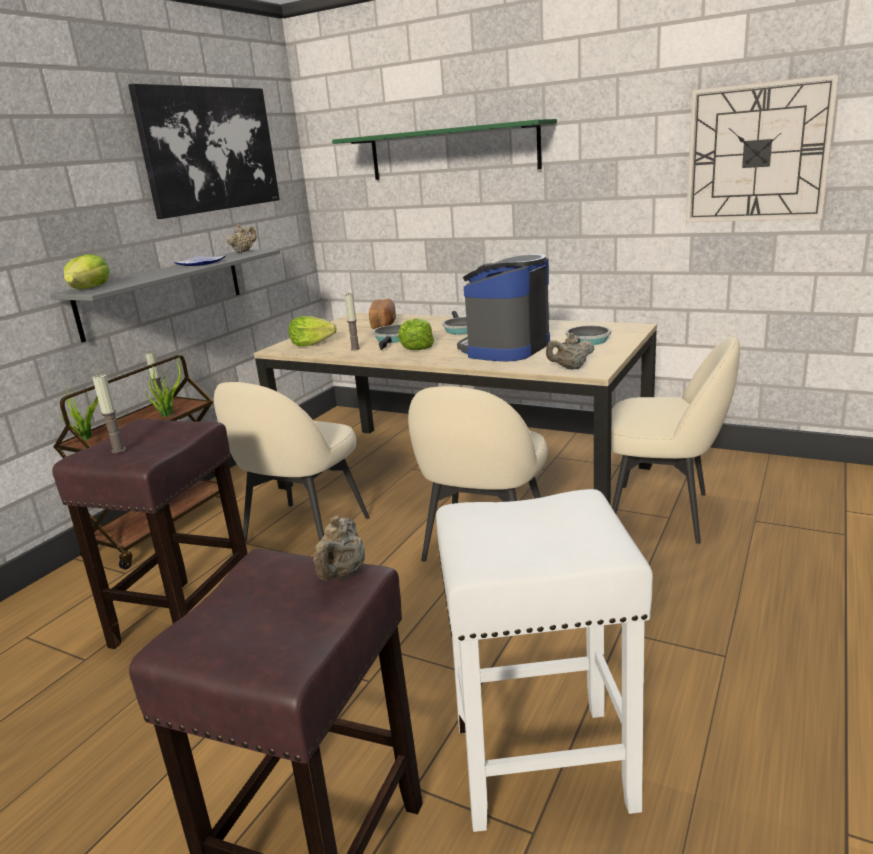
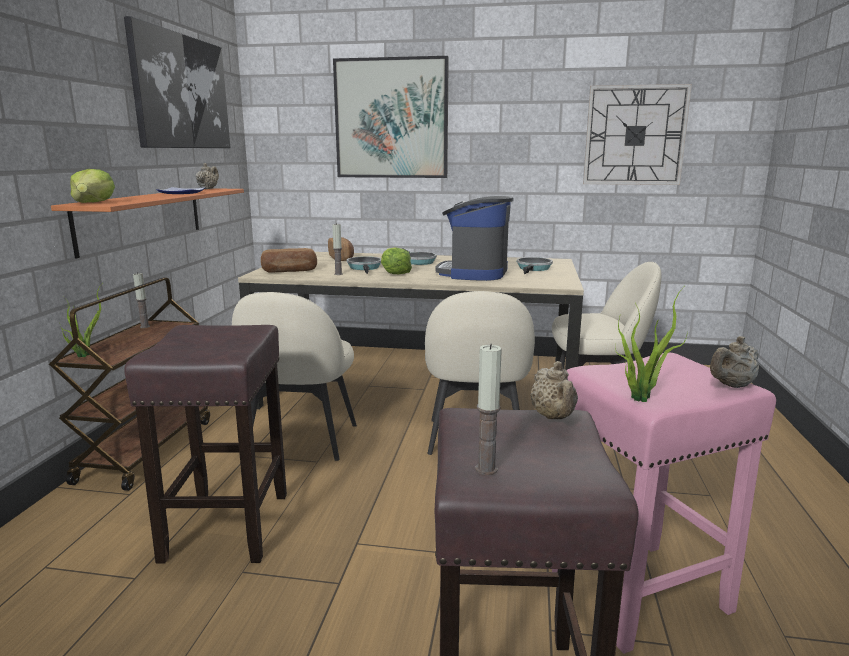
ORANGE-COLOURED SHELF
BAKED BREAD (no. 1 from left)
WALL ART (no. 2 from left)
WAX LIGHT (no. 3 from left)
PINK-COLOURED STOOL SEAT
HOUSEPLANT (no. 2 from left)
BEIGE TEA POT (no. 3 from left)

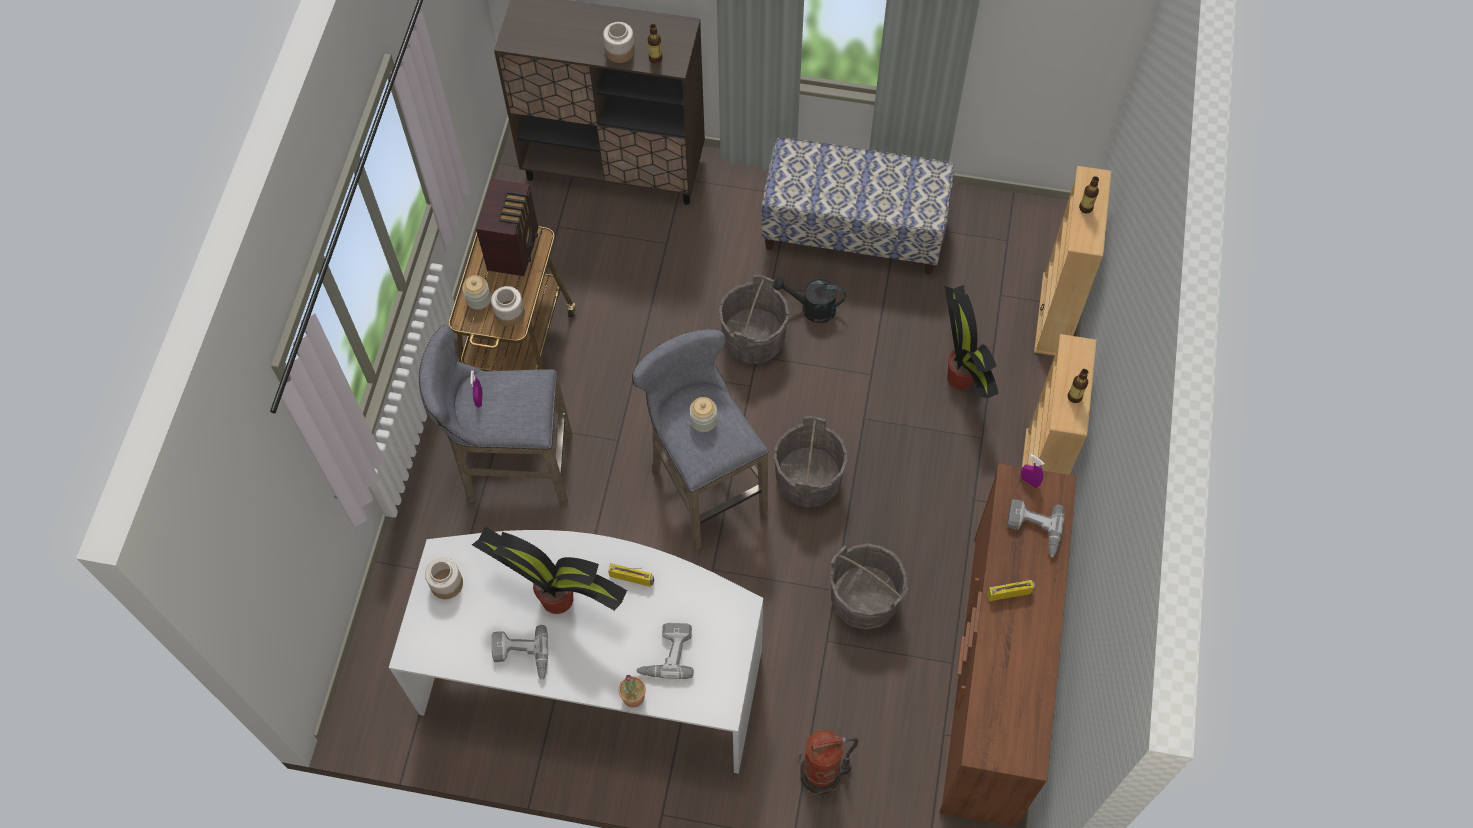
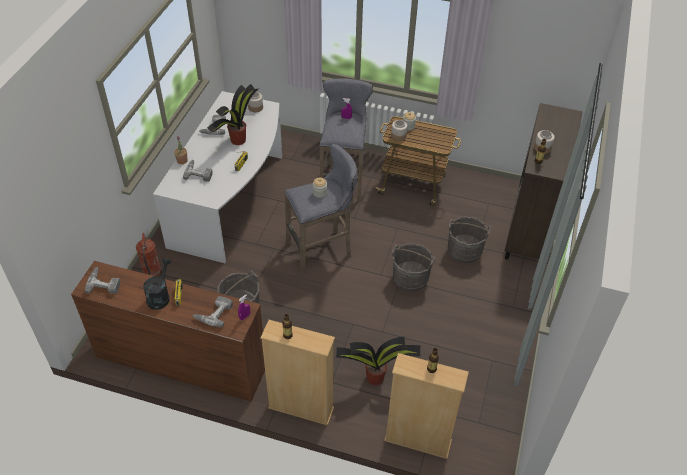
POWER DRILL (no. 1 from left)
BLACKISH SPRINKLING CAN
GREY PAIL (no. 3 from left)
RADIO (no. 1 from left in the first image)
INDOOR BENCH

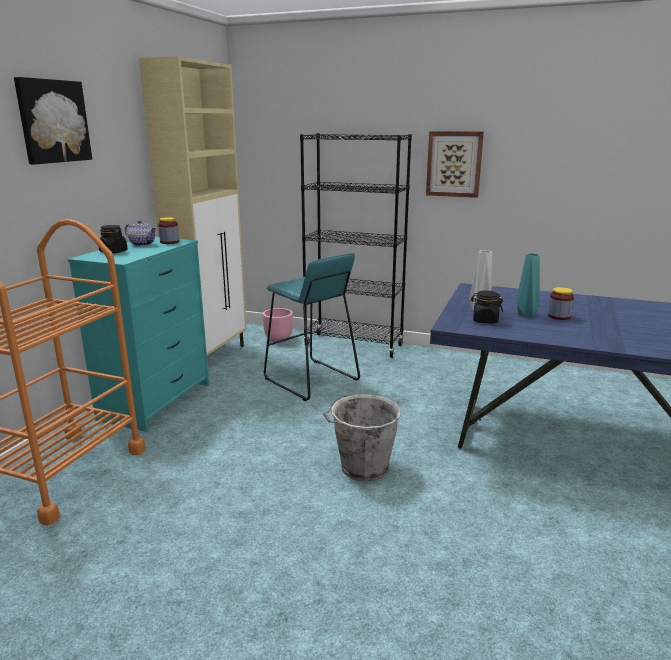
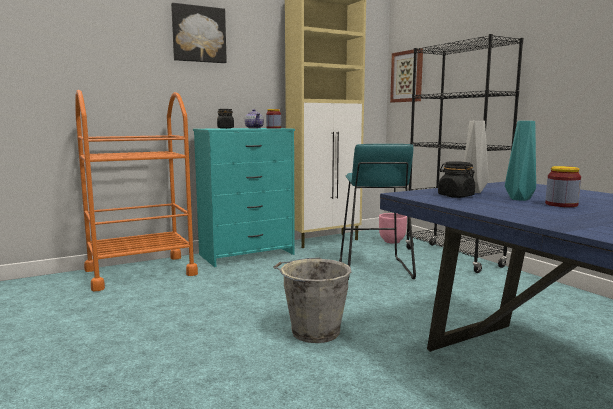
WALL ART (no. 2 from left)

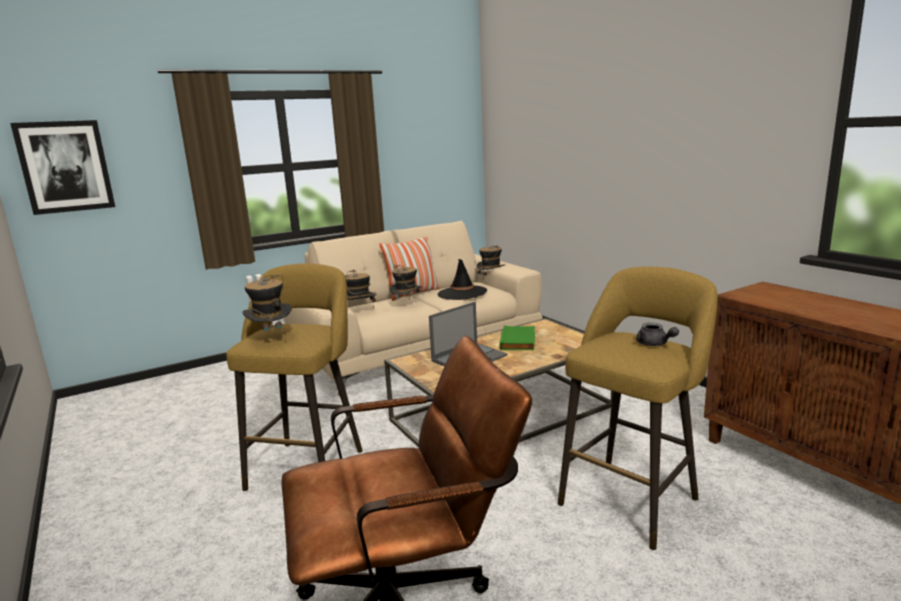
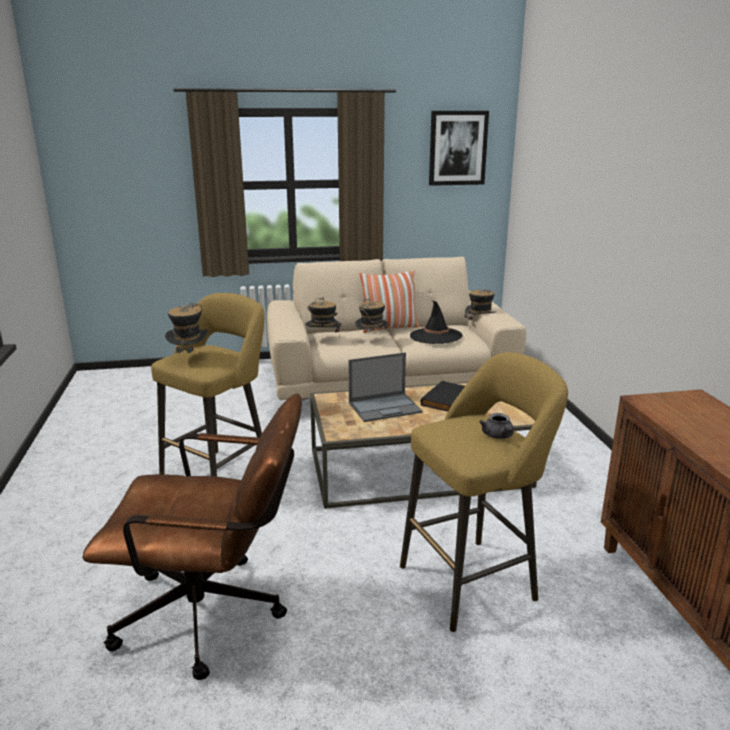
BLACKISH BOOK
WALL ART

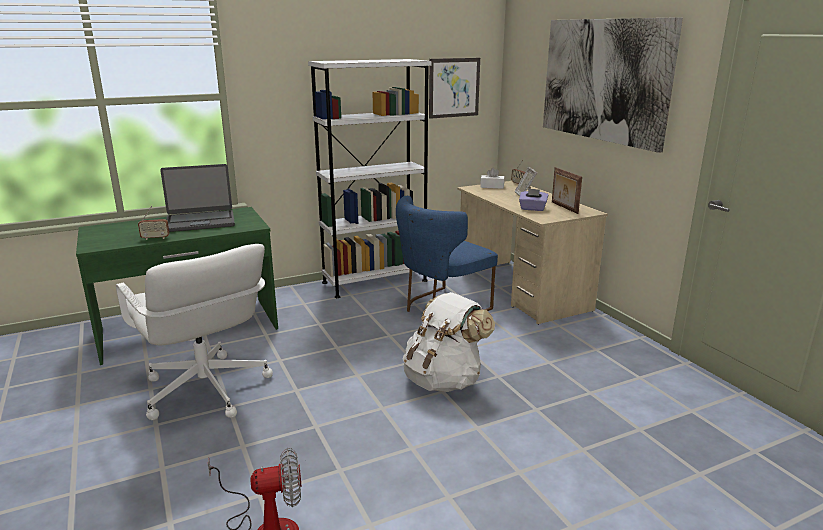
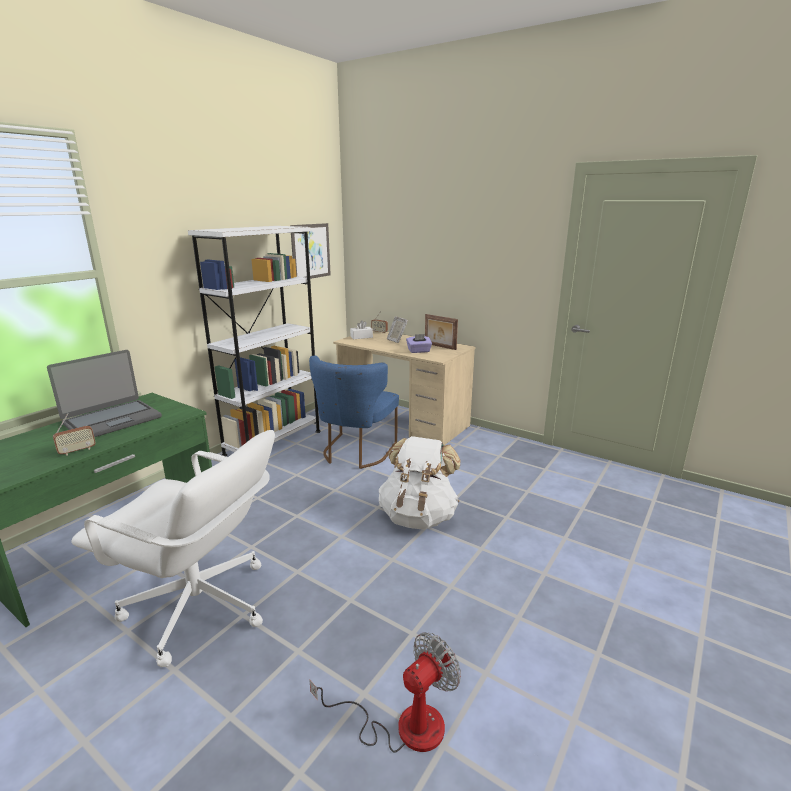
WALL ART (no. 2 from left in the first image)

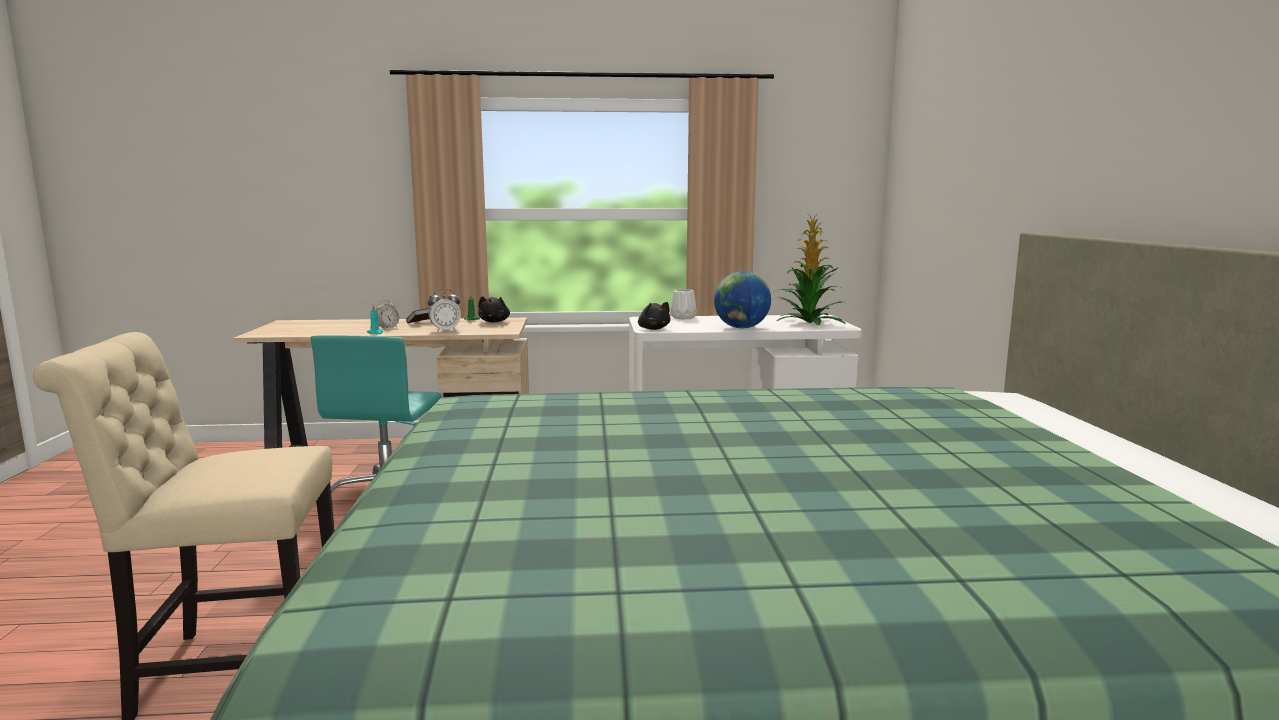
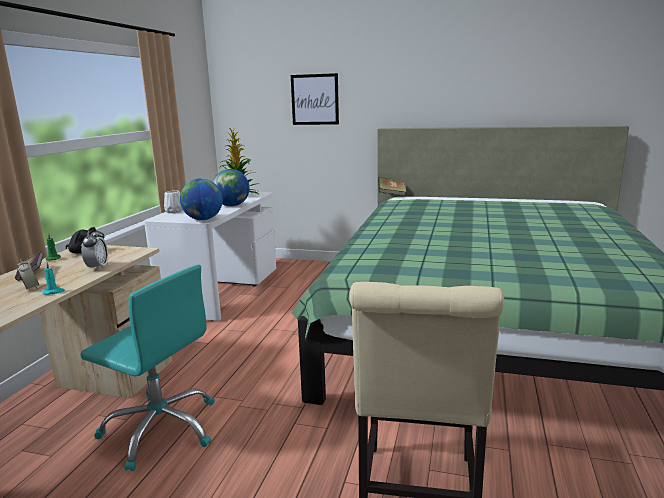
GLOBE (no. 1 from left)
WALL ART
BOOK (no. 2 from left)

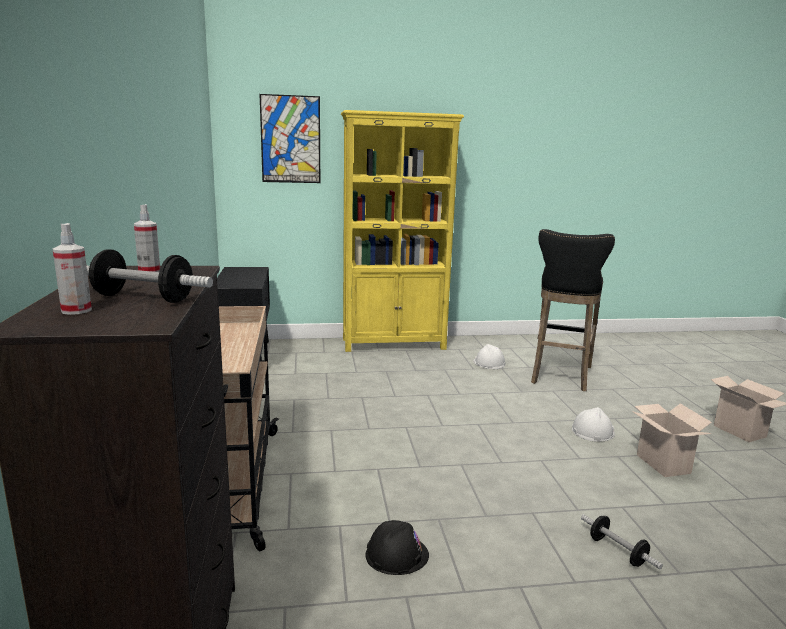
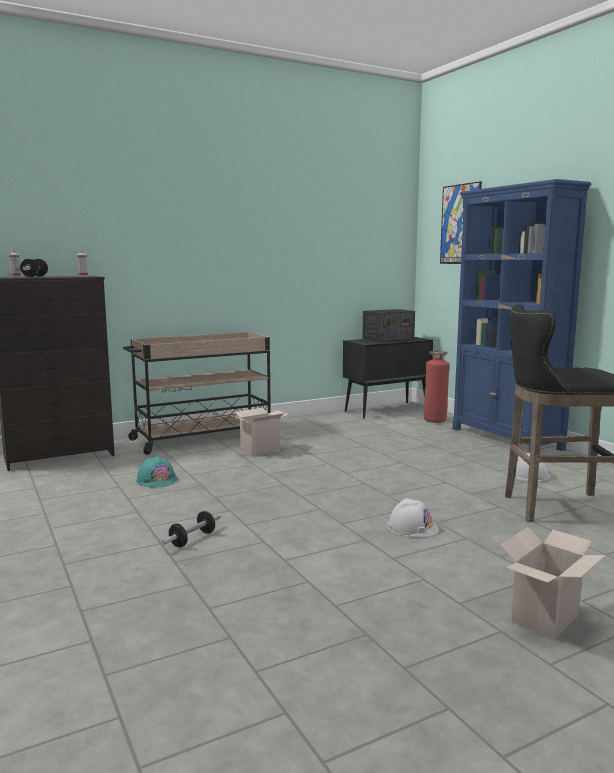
TURQUOISE-COLOURED SAFETY HELMET
PACKING BOX (no. 1 from left)
RADIO
FIRE-FIGHTING CYLINDER
BLUE-COLOURED BOOKSHELF

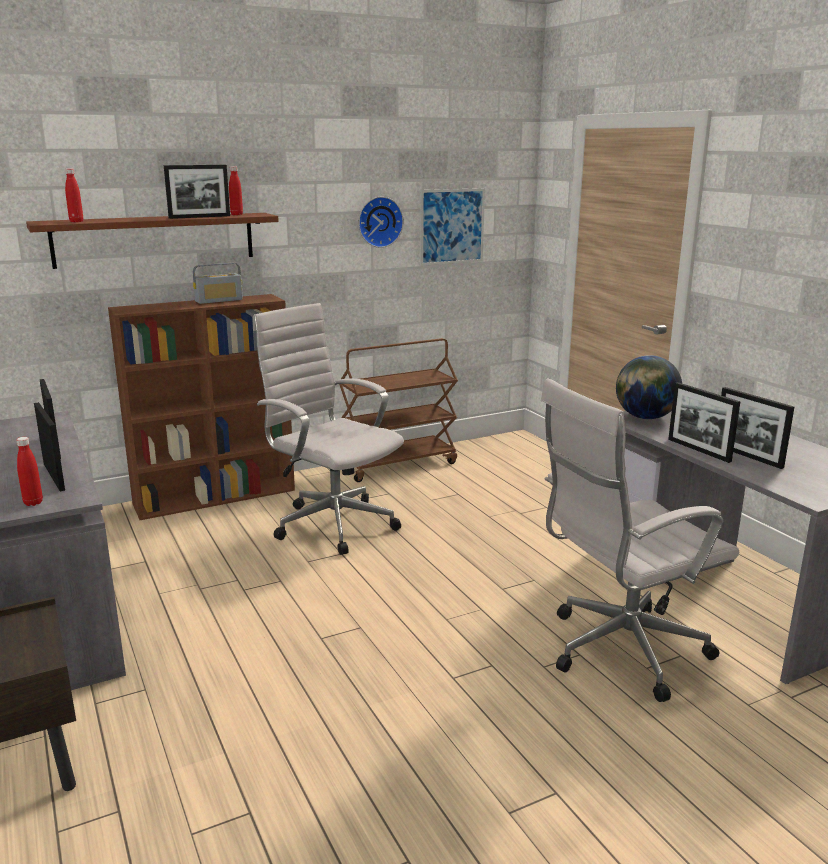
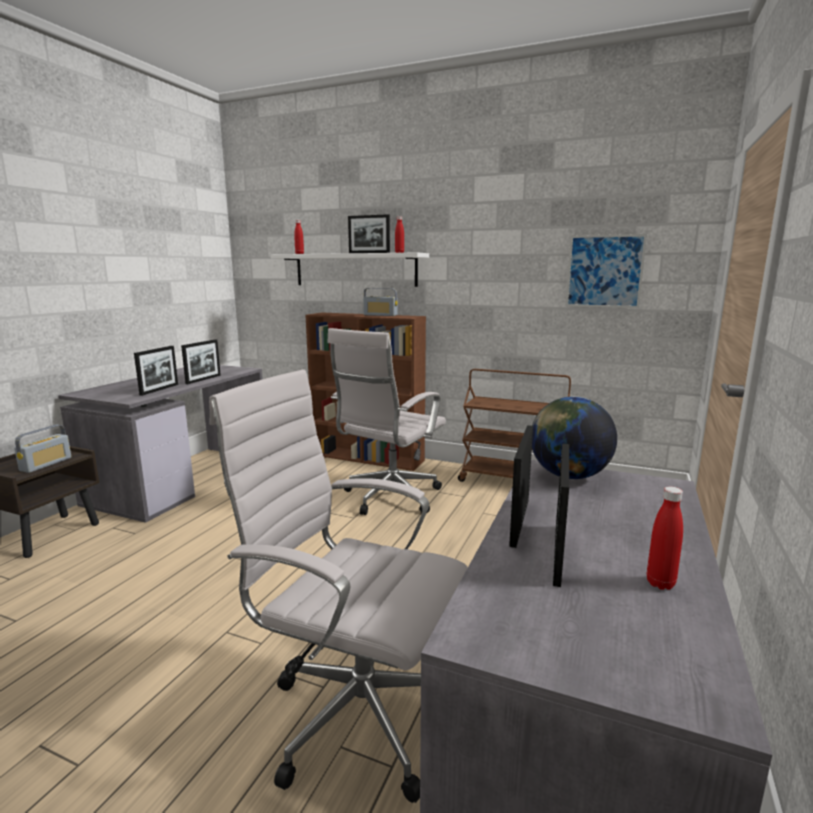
RADIO (no. 1 from left)
WHITISH SHELF
WHITISH COMPUTER CHAIR (no. 2 from left)
RED-COLOURED BOTTLE (no. 3 from left)
WALL CLOCK

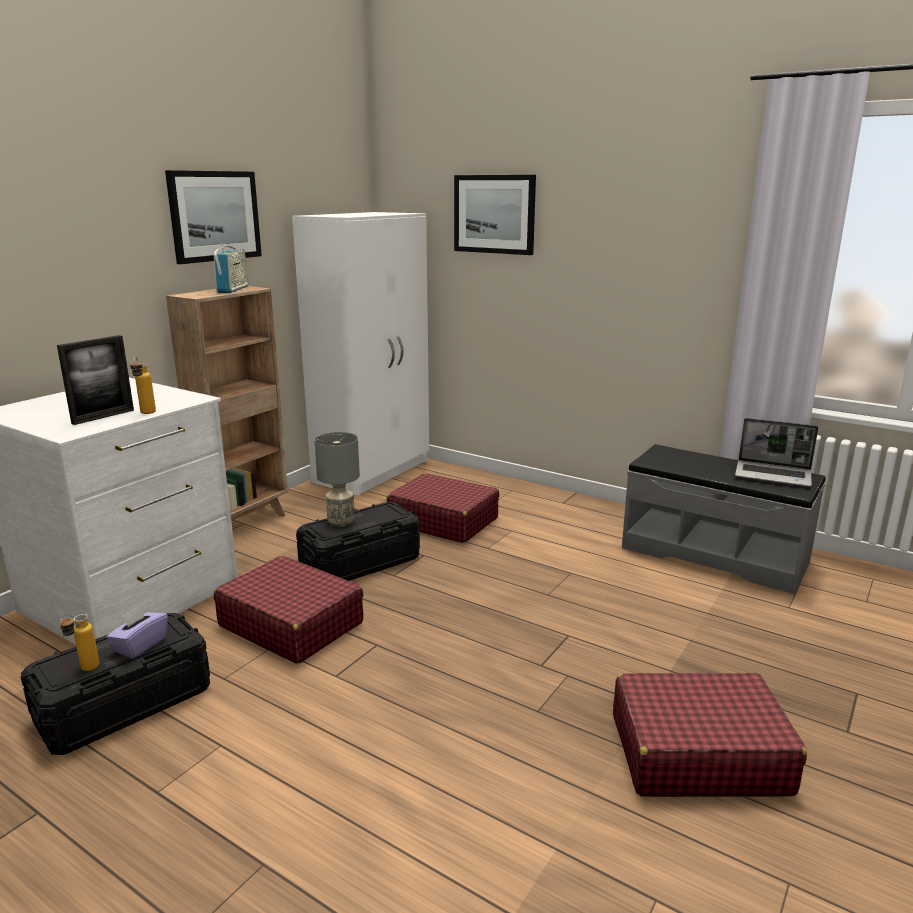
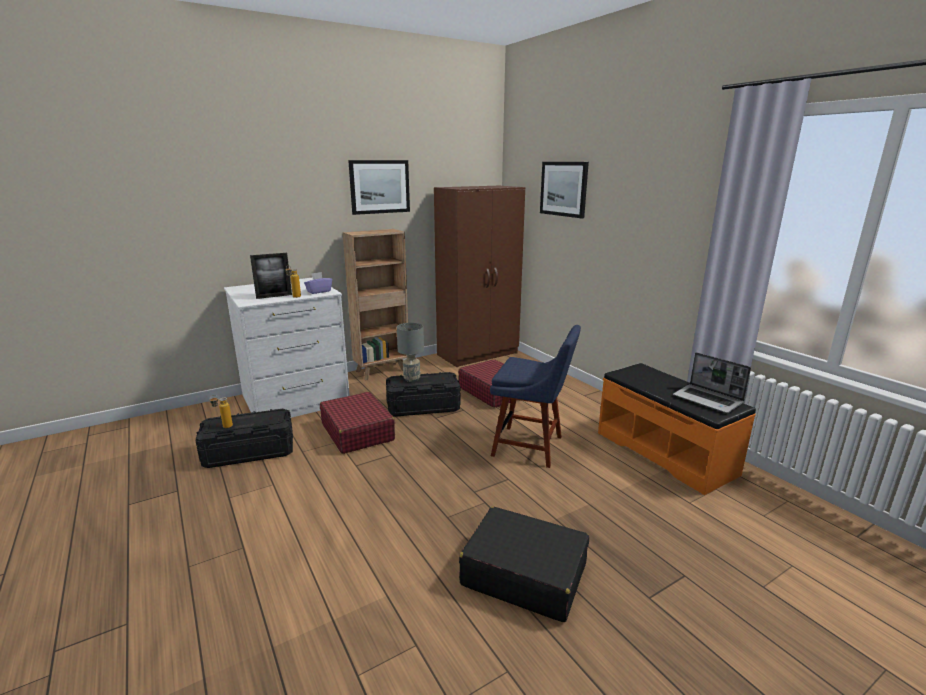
PURPLE TISSUE BOX
BROWNISH ARMOIRE
BLACKISH PIECE OF LUGGAGE
BLUE-COLOURED PLAIN CHAIR
ORANGE-COLOURED INDOOR BENCH
RADIO

